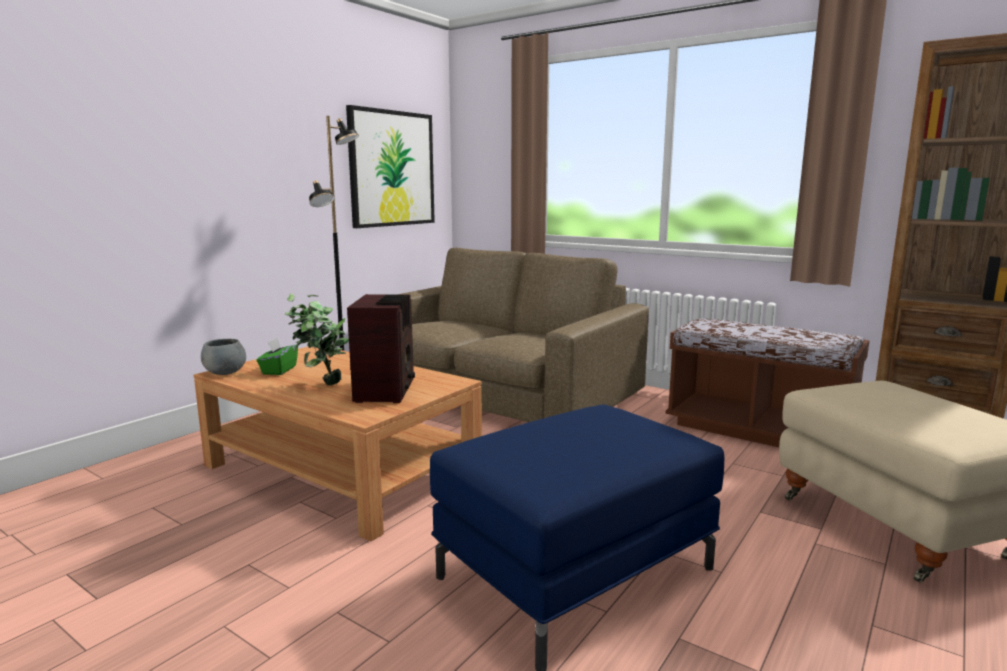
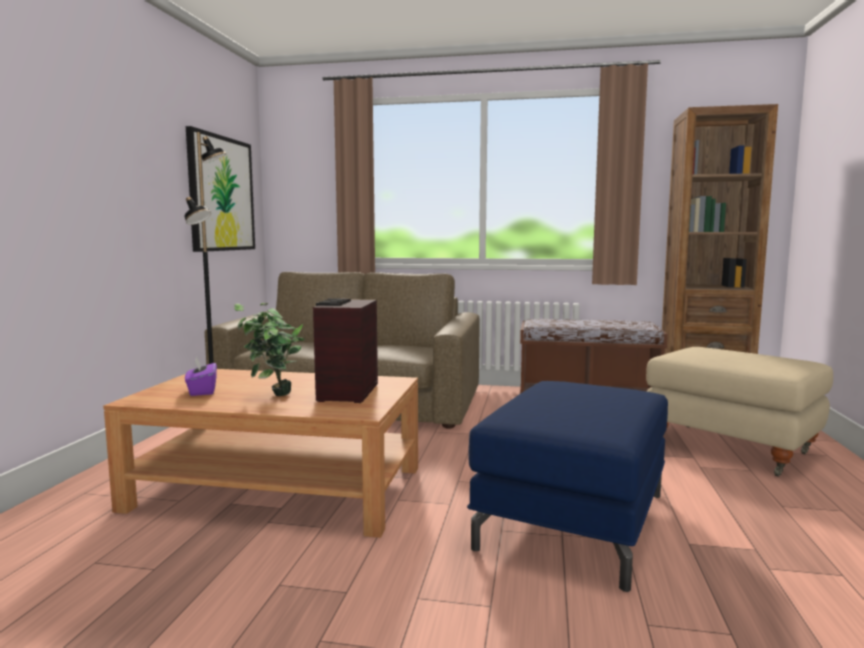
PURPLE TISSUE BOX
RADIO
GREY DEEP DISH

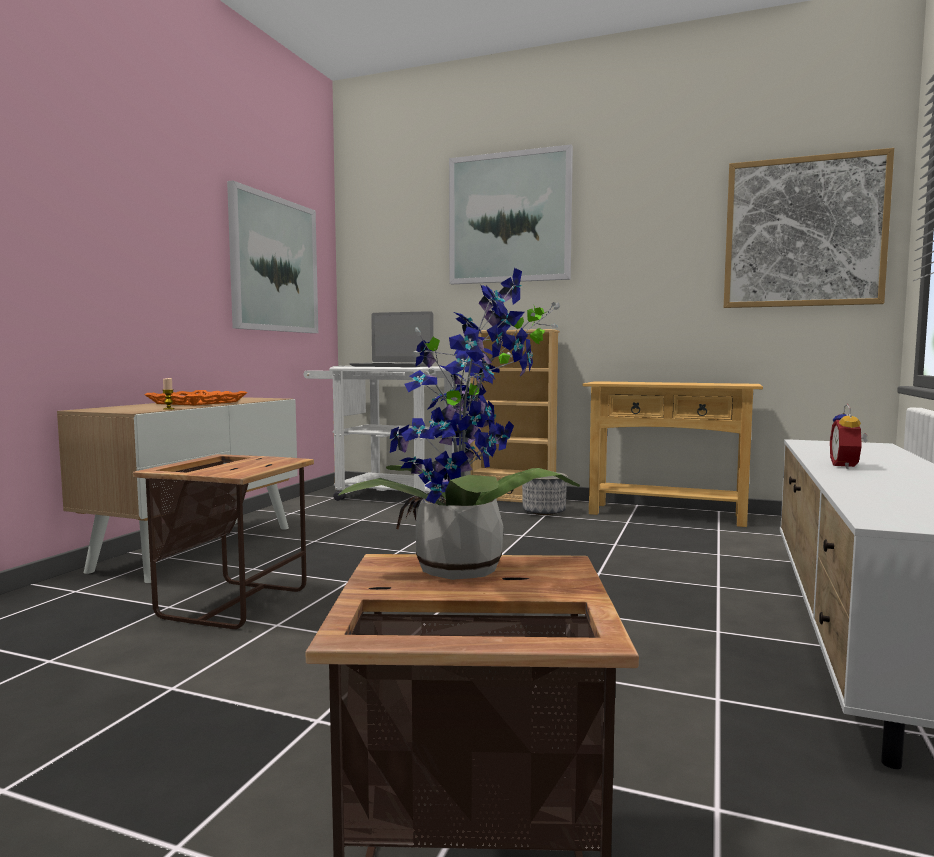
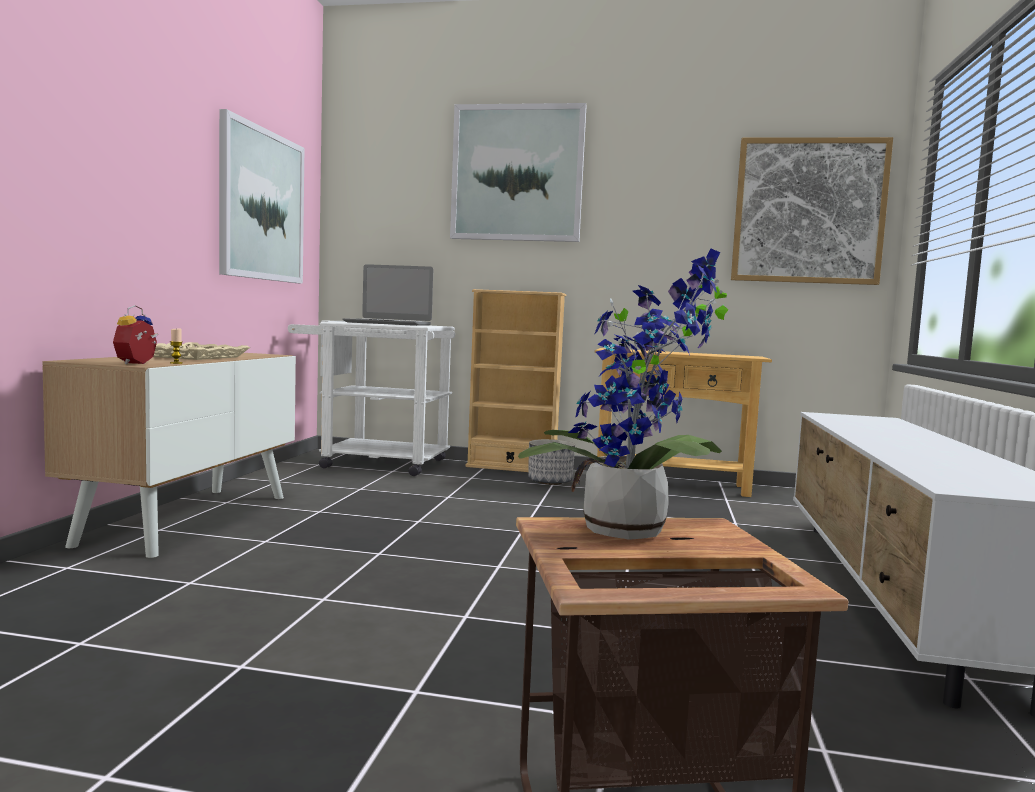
ALARM CLOCK
BEIGE SERVING TRAY
SIDE TABLE (no. 1 from left in the first image)

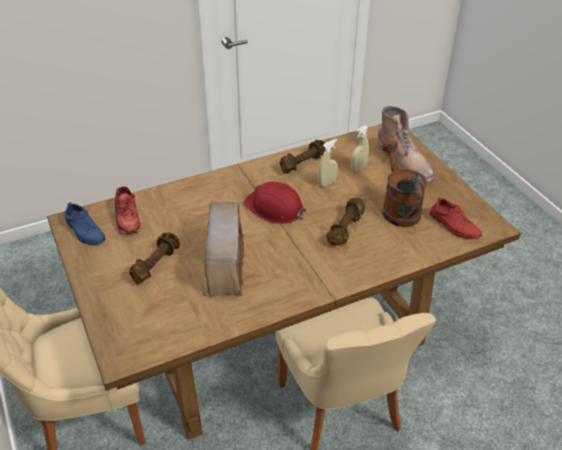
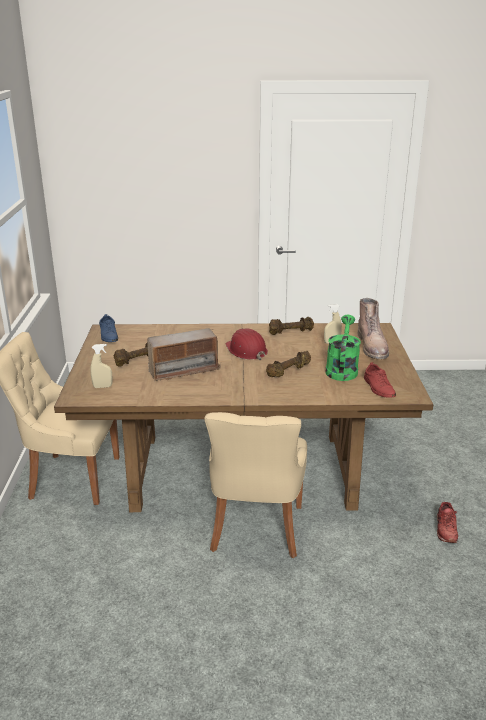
BEIGE SPRAY BOTTLE (no. 1 from left)
RADIO
GREENISH SPRINKLING CAN
RED-COLOURED ITEM OF FOOTWEAR (no. 2 from left)

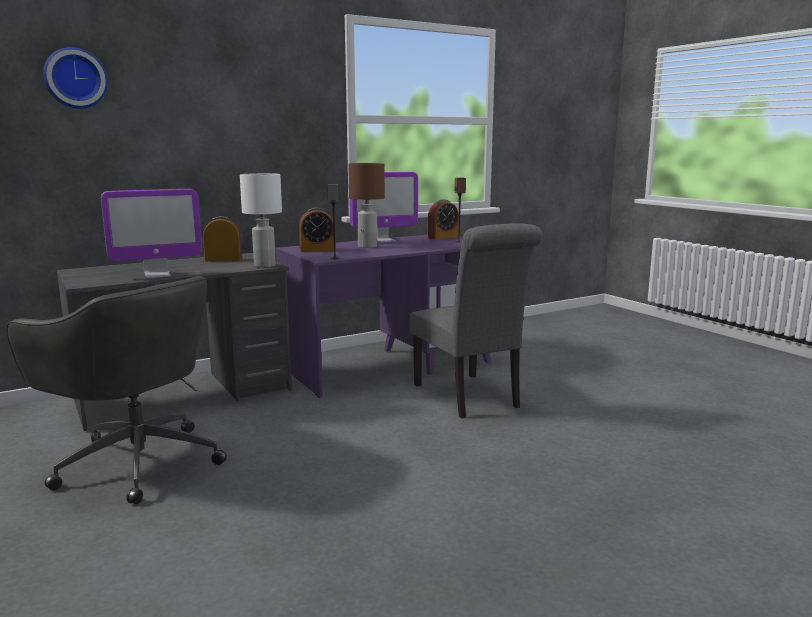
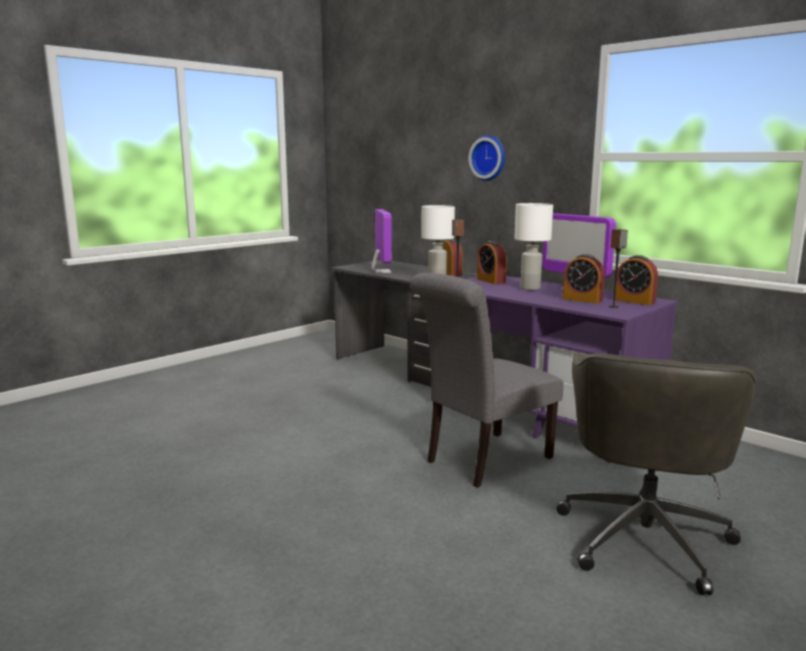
COMPUTER DISPLAY (no. 1 from left)
WALL CLOCK
WHITISH TABLE LAMP (no. 2 from left)
GREY COMPUTER CHAIR
ALARM CLOCK (no. 3 from left)

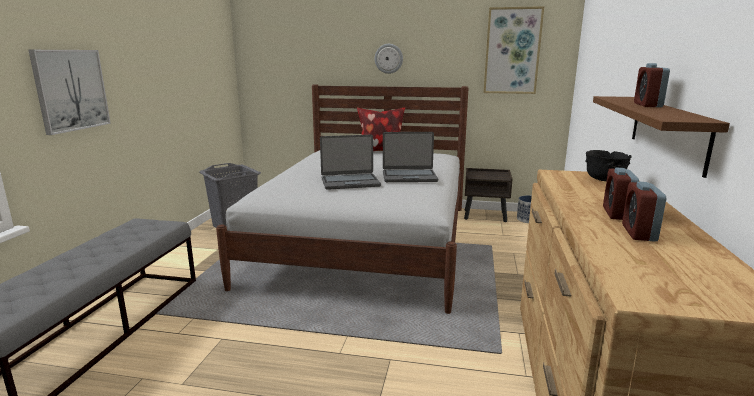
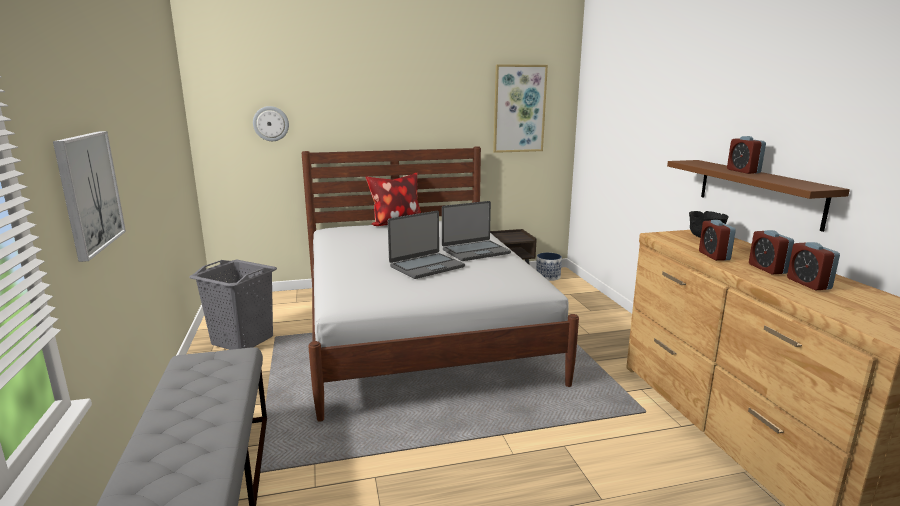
WALL CLOCK
ALARM CLOCK (no. 1 from left)

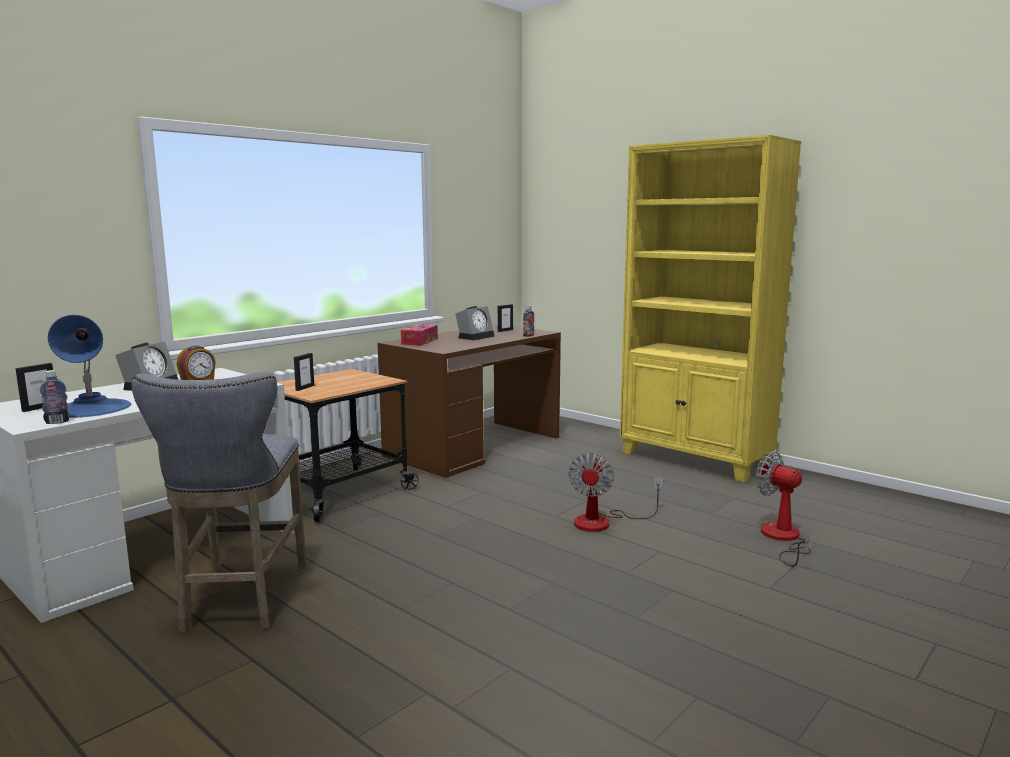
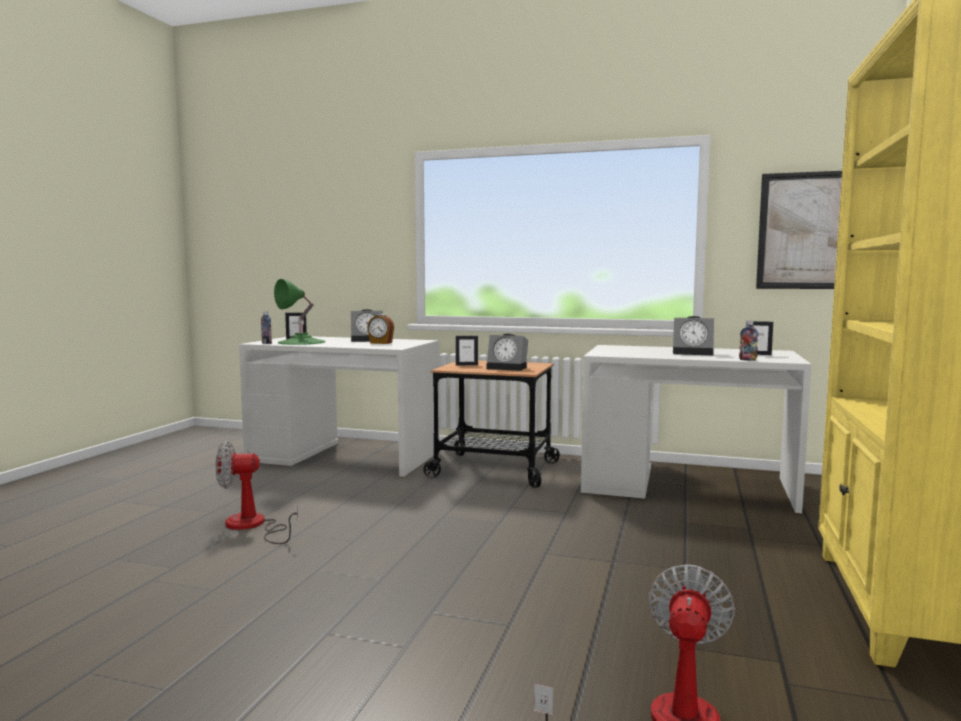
ELECTRIC FAN (no. 1 from left)
GREENISH TABLE LAMP
ALARM CLOCK (no. 3 from left)
WHITISH DESK (no. 2 from left)
WALL ART
GREY STOOL SEAT
TISSUE BOX

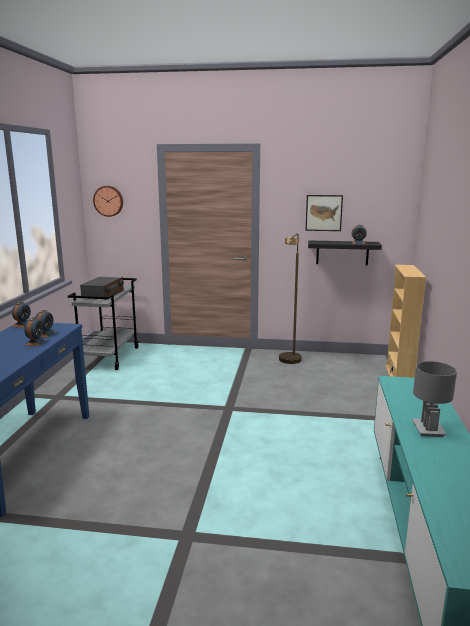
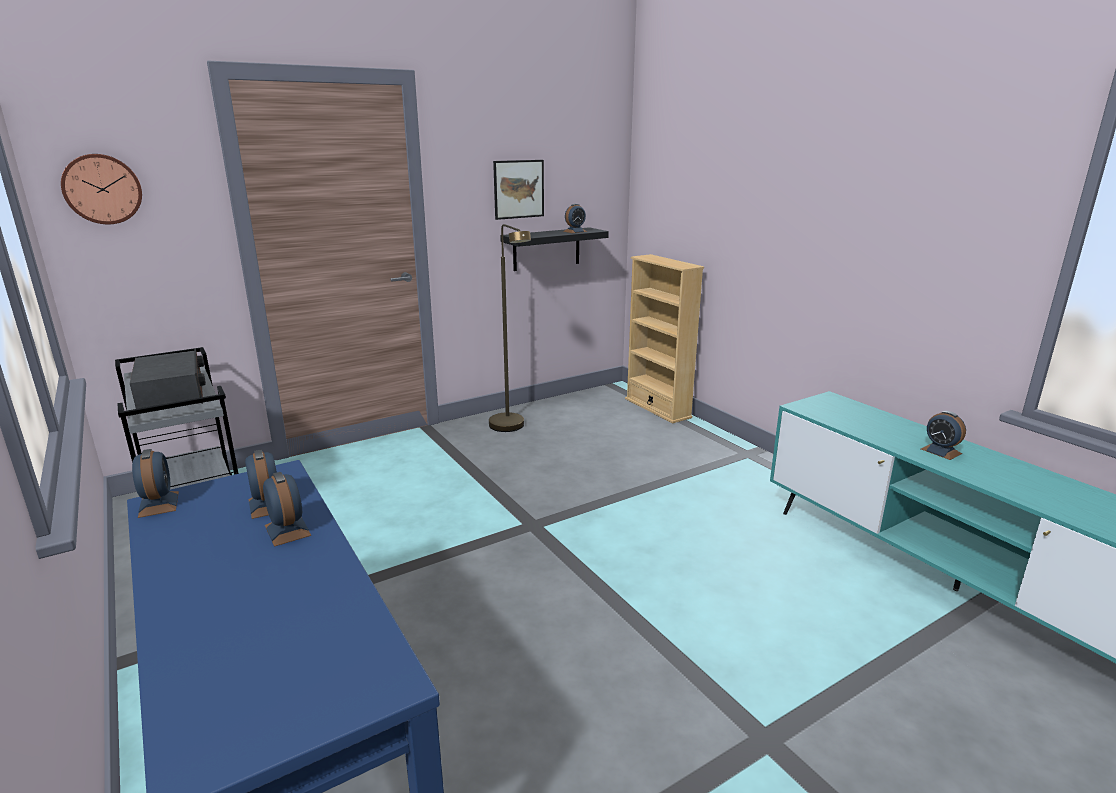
ALARM CLOCK (no. 5 from left)

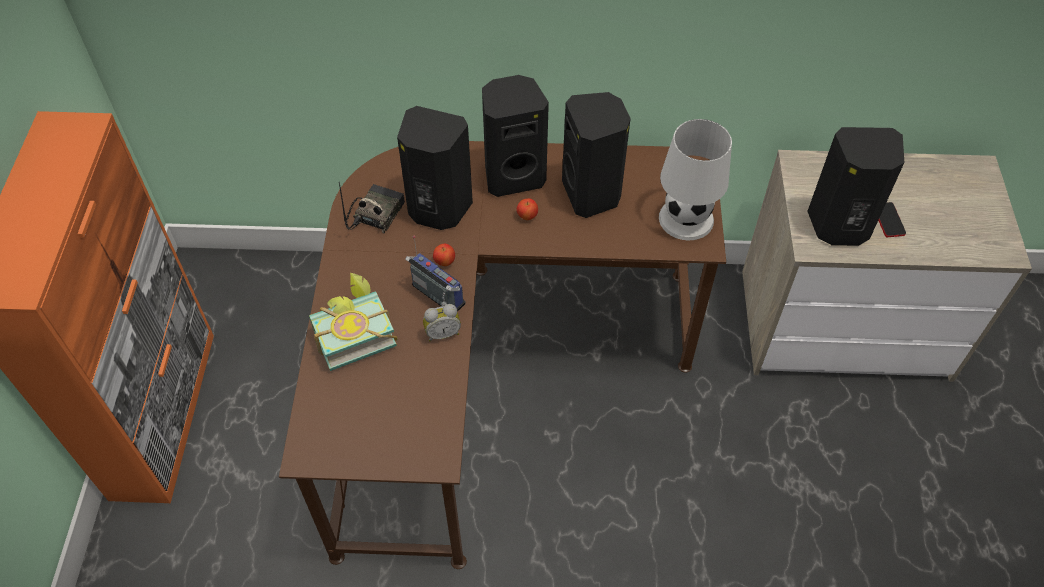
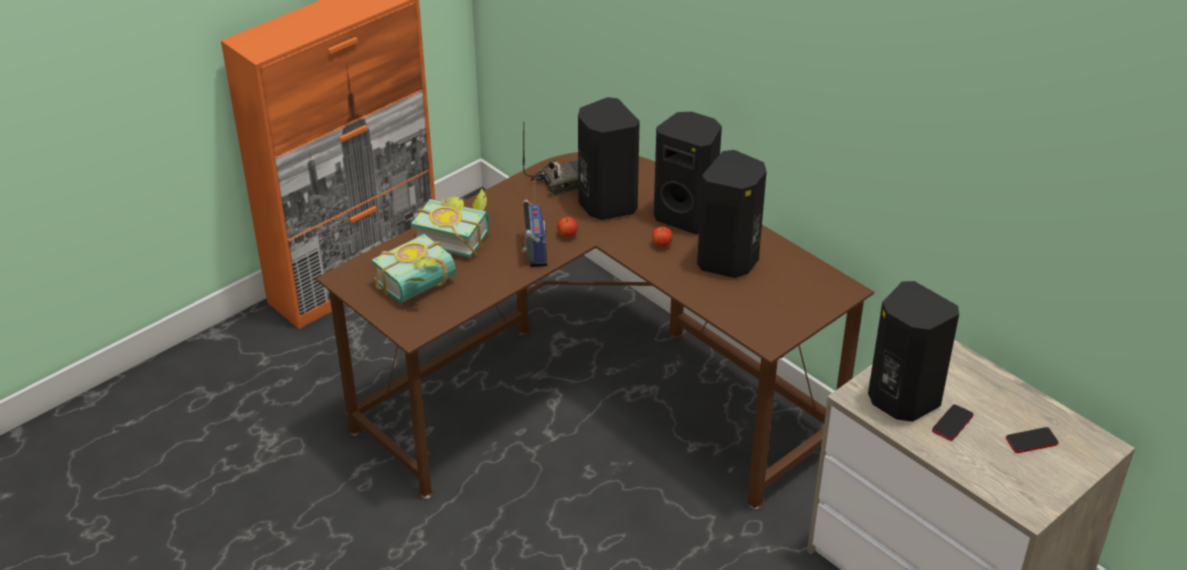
BOOK (no. 1 from left)
HANDSET (no. 2 from left)
ALARM CLOCK
WHITISH TABLE LAMP

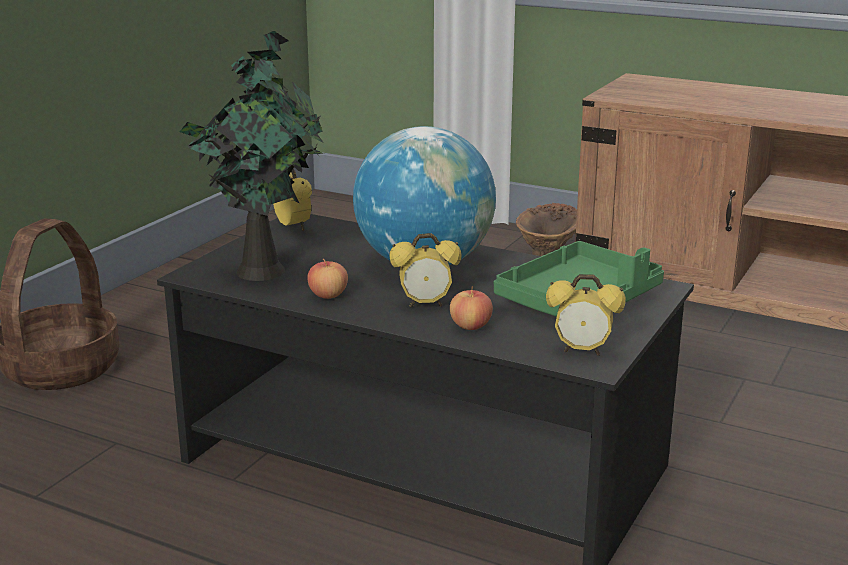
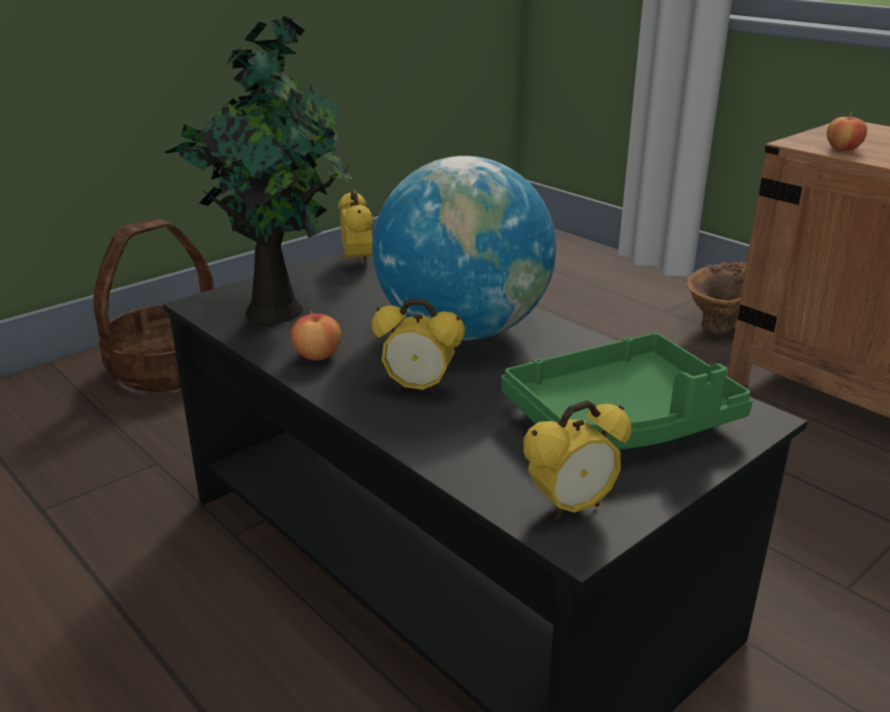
ALARM CLOCK (no. 3 from left)
APPLE (no. 2 from left)

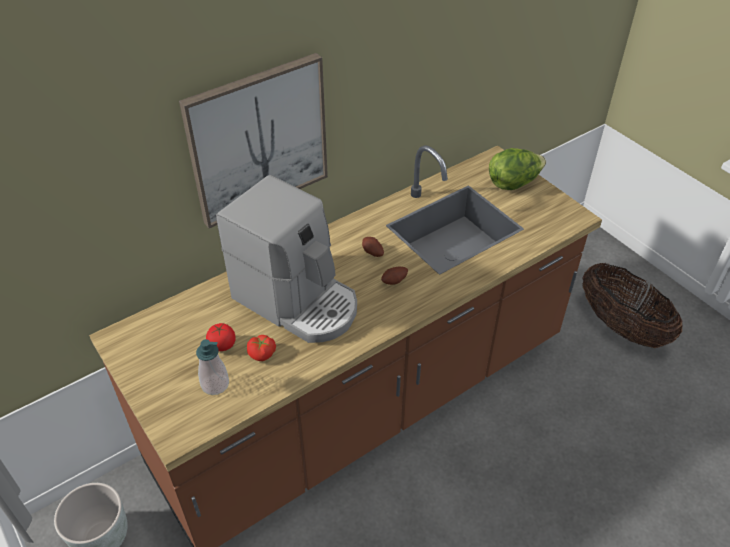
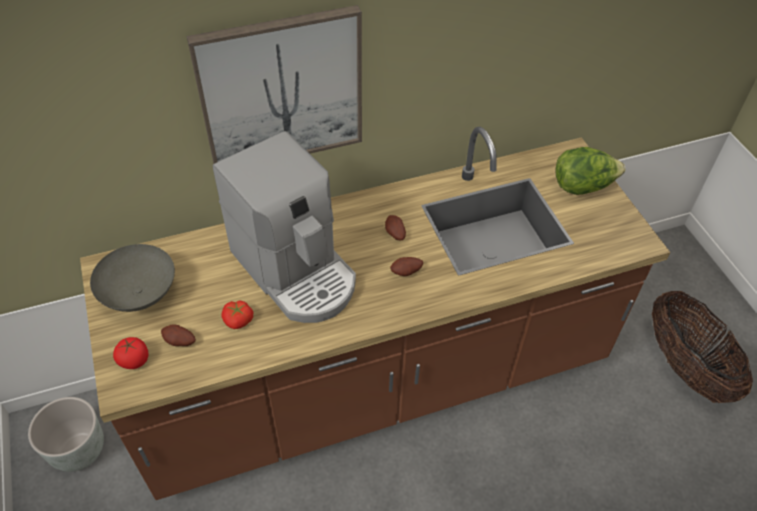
GREY DEEP DISH
TOMATO (no. 1 from left)
WHOLE POTATO (no. 1 from left)

